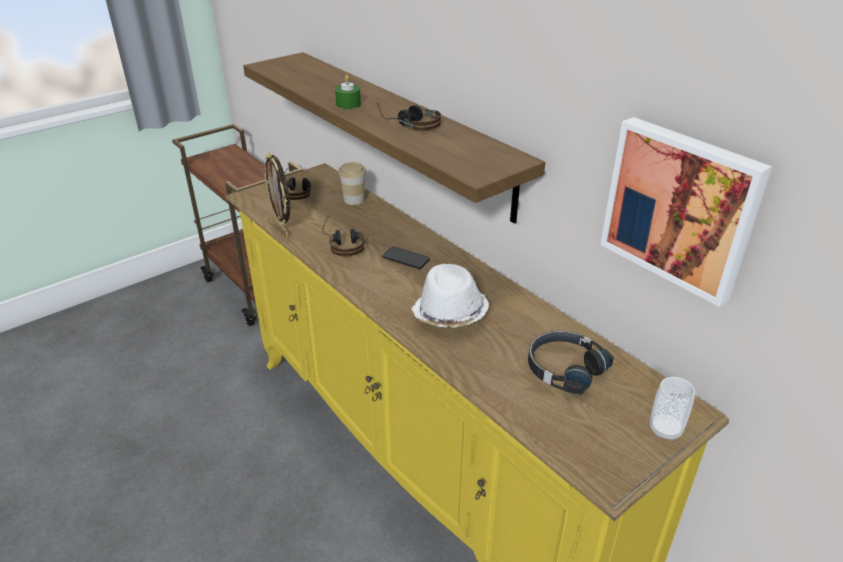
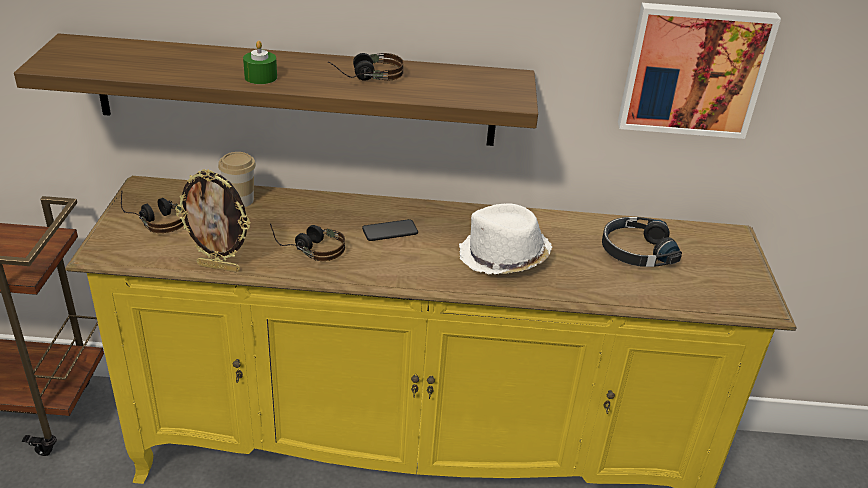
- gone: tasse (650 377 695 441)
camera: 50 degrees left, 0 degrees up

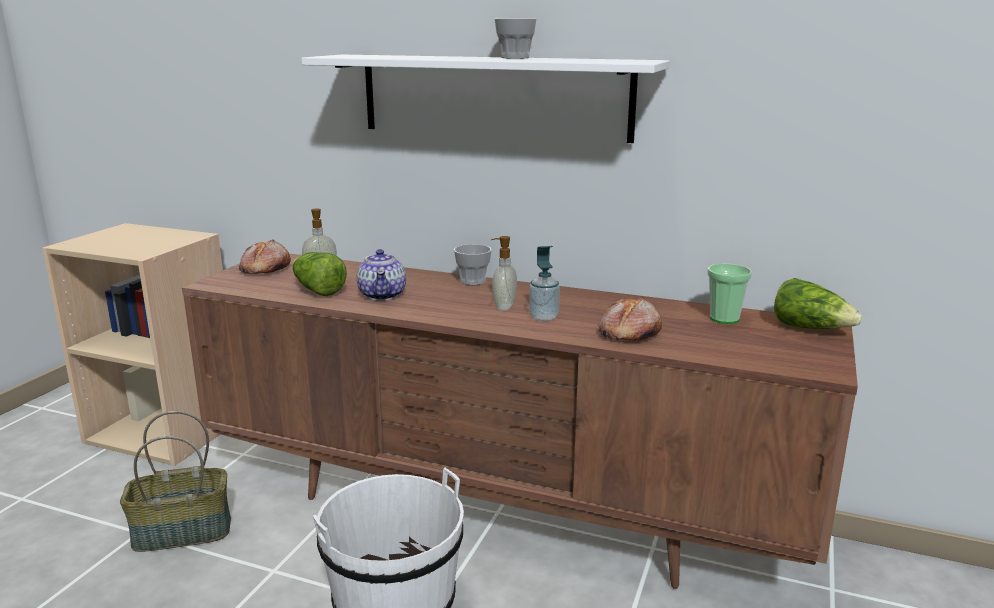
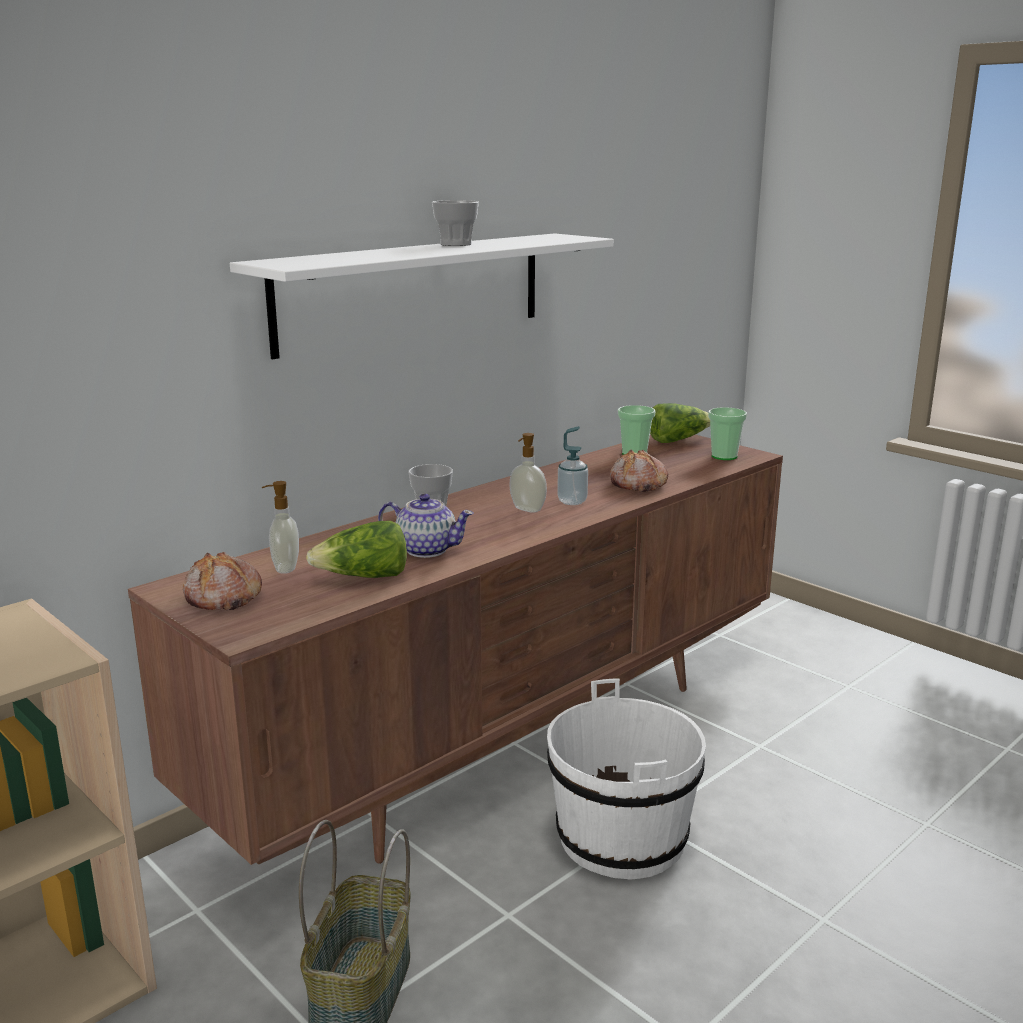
- new: tasse (708 407 747 460)
camera: 65 degrees left, 0 degrees up

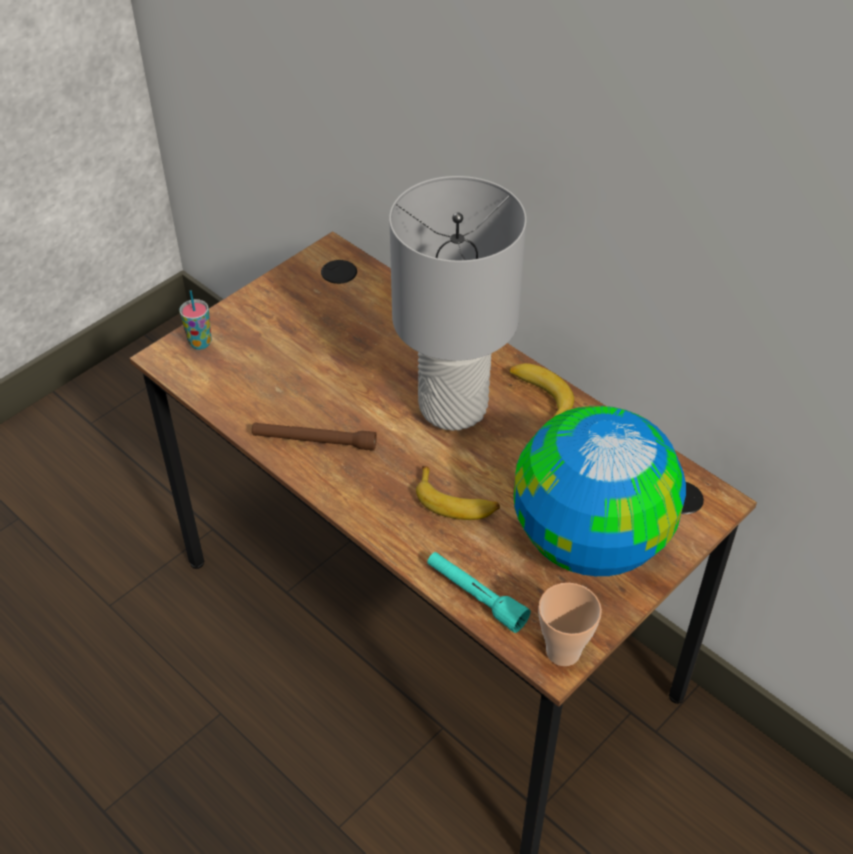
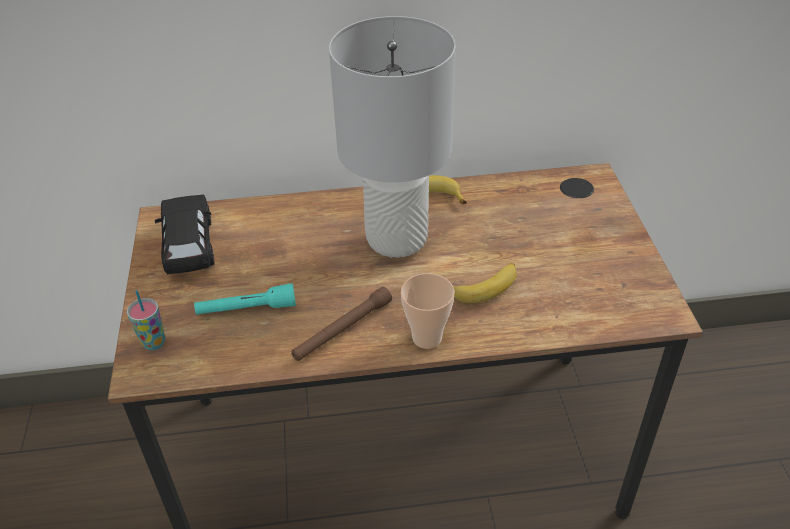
- gone: globe (513 406 686 576)
- shifted: lampe de poche/turquoise (427 552 531 633) to (194 283 296 315)
- shifted: tasse (539 583 602 666) to (401 273 454 349)
- new: petite voiture/noir (155 194 215 274)
camera: 50 degrees left, 5 degrees down

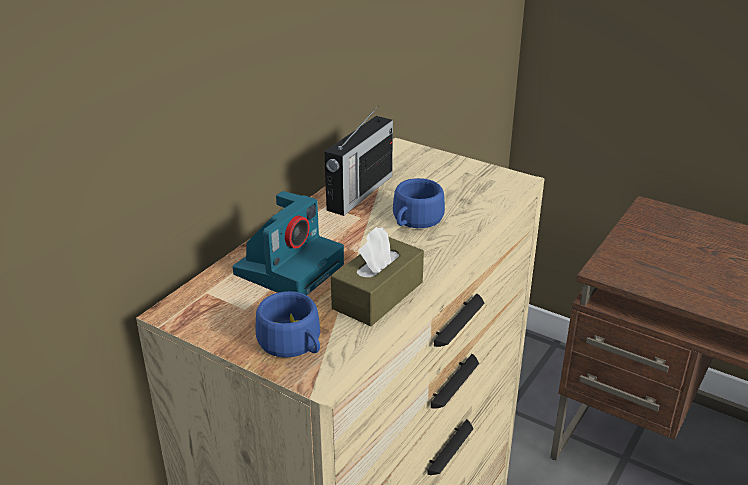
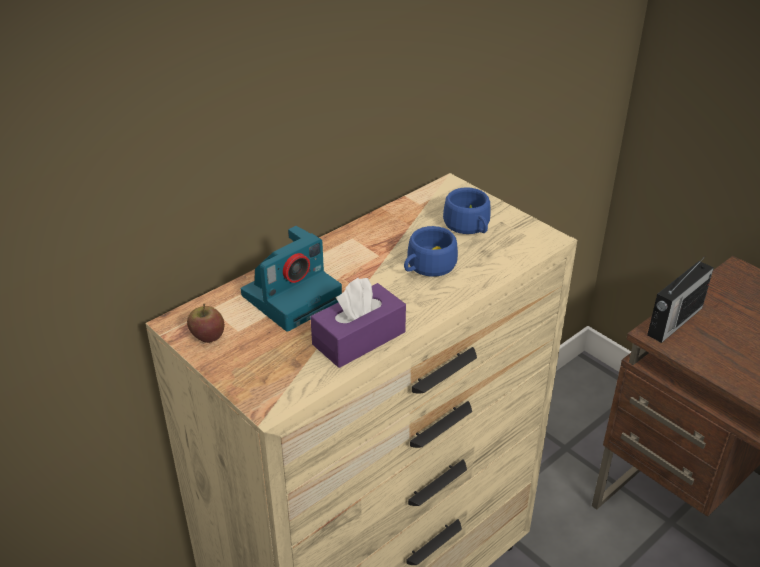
- shifted: radio (324 105 393 216) to (647 256 714 343)
- repainted: boîte à mouchoirs/marron (331 227 424 326) to boîte à mouchoirs/violet (310 278 406 368)
- shifted: tasse/bleu (256 291 320 358) to (443 187 491 234)
- new: pomme (187 304 224 343)
camera: 15 degrees right, 5 degrees up

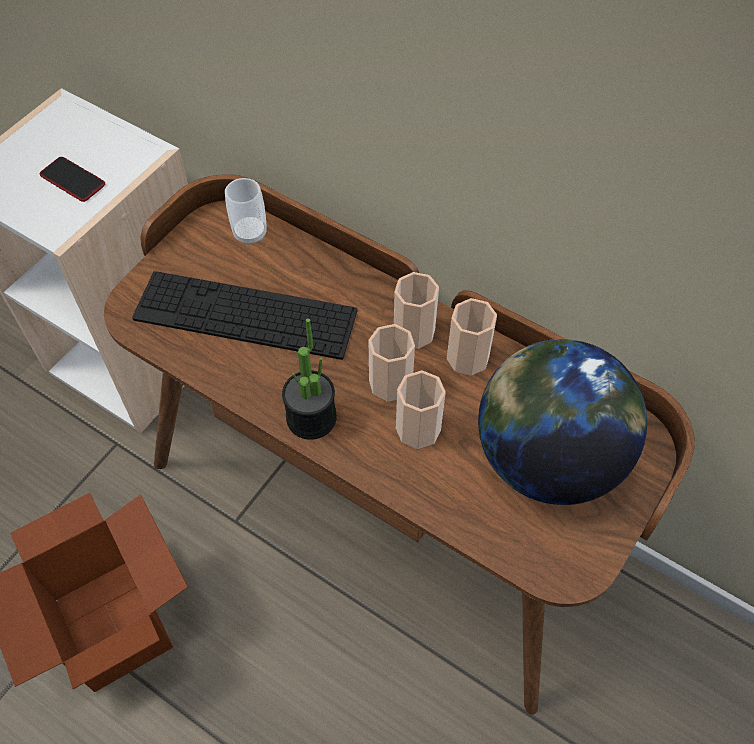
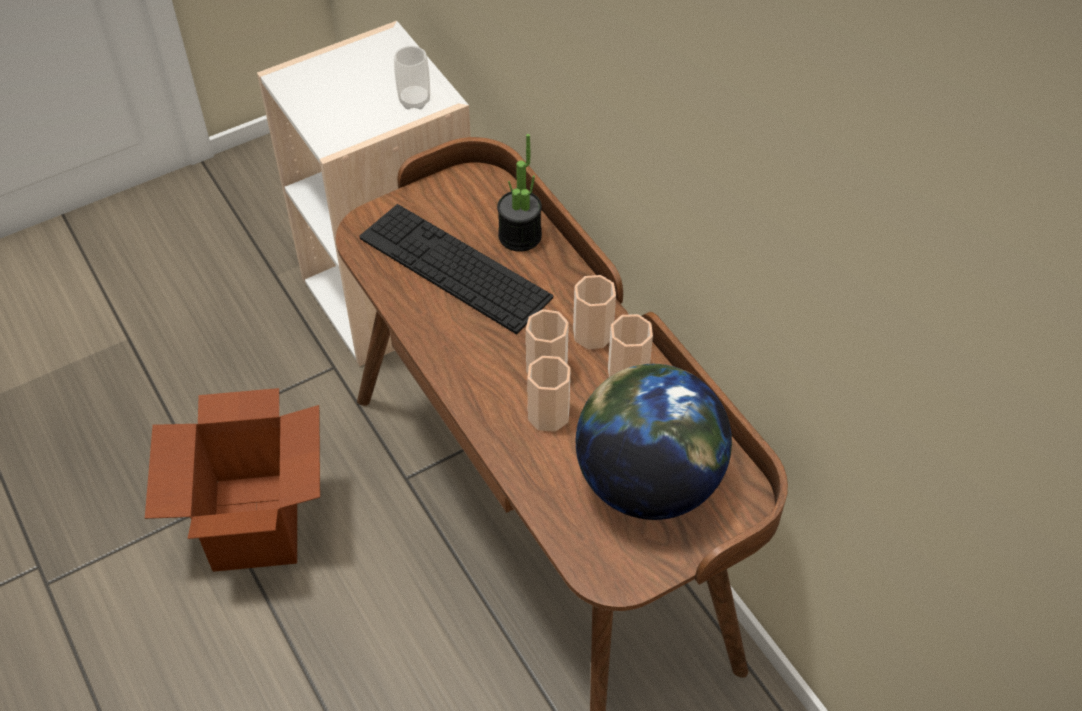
- gone: téléphone (40 157 105 202)
- shifted: tasse (225 178 267 245) to (394 46 430 110)
- shifted: plante en pot (282 318 337 440) to (497 134 542 252)
camera: 25 degrees right, 5 degrees down

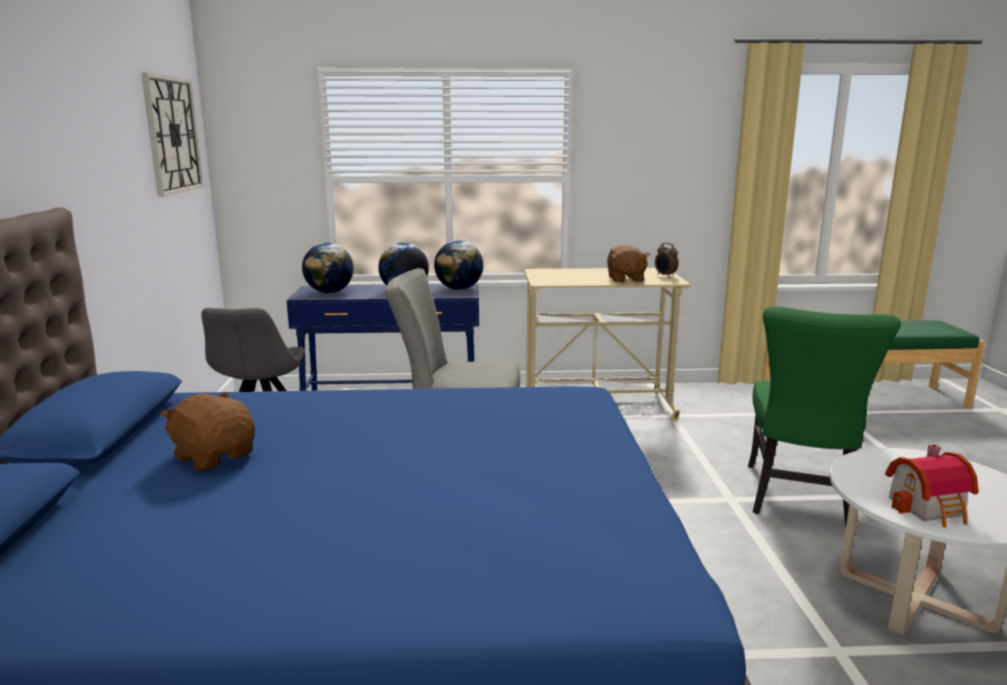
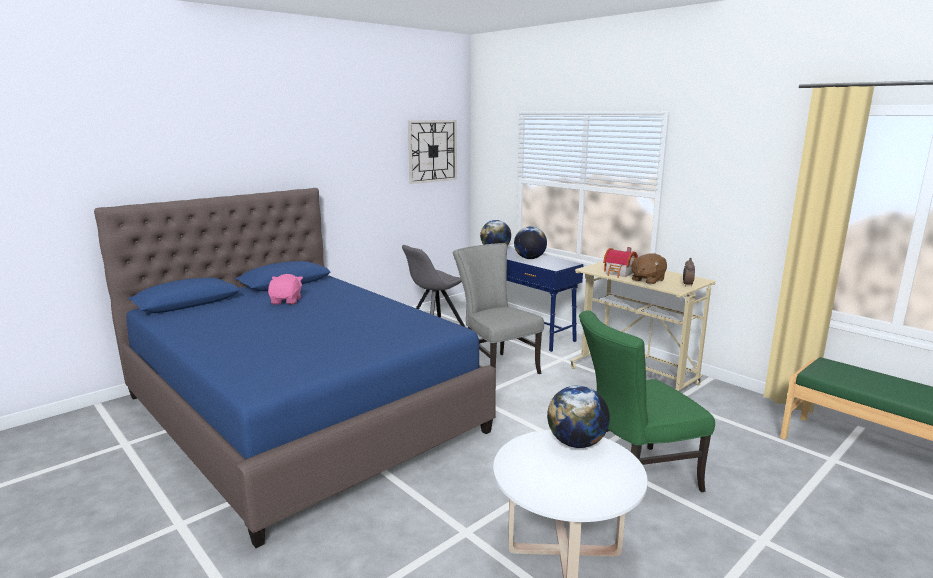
- shifted: globe (434 240 483 290) to (547 385 610 448)
- repainted: peluche/marron (160 392 255 472) to peluche/rose (268 274 303 305)
- shifted: maison miniature (885 444 978 528) to (603 247 638 278)
camera: 50 degrees right, 0 degrees up

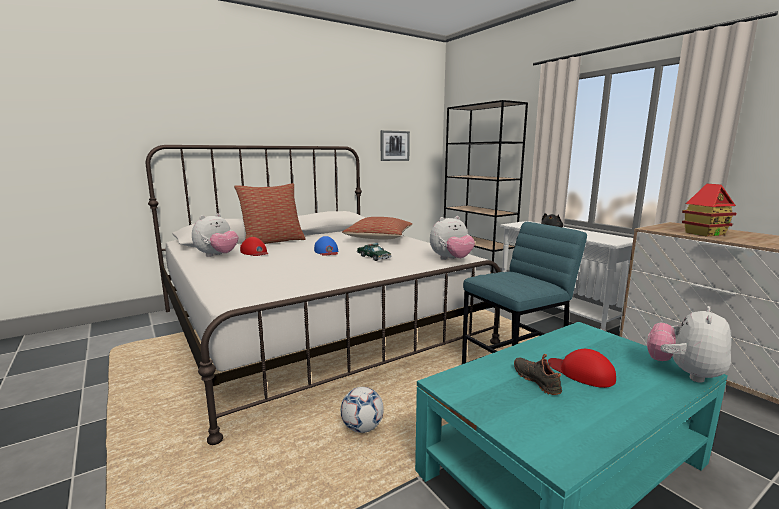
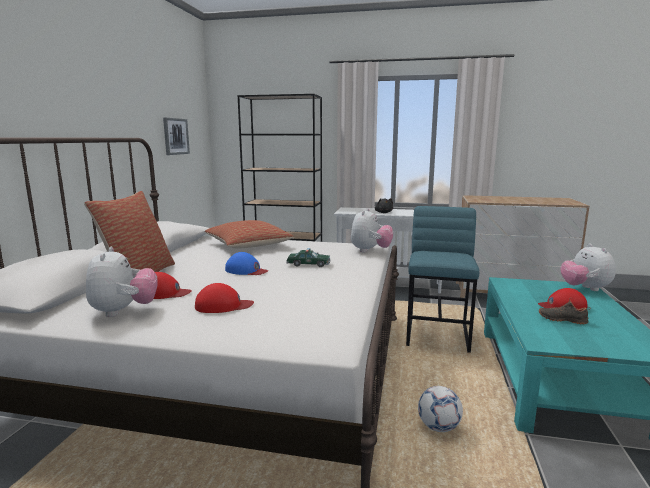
- gone: maison miniature (682 184 736 236)
- new: casquette/rouge (195 283 254 313)
camera: 45 degrees left, 0 degrees up

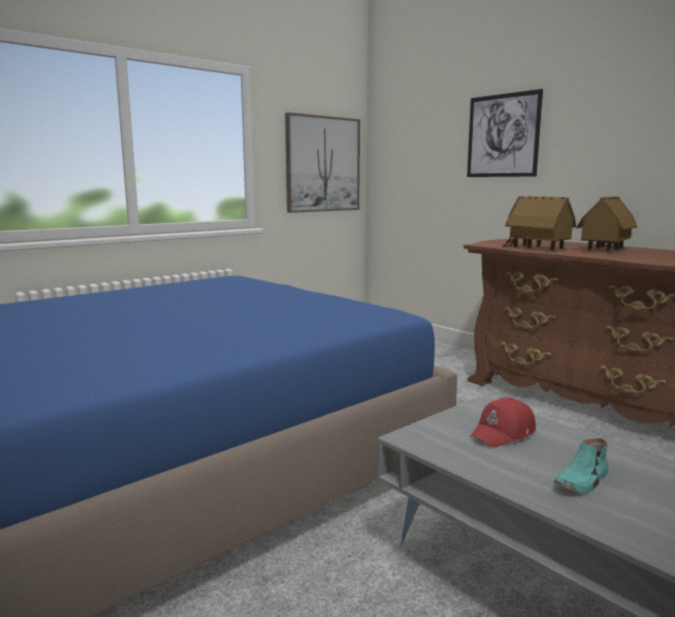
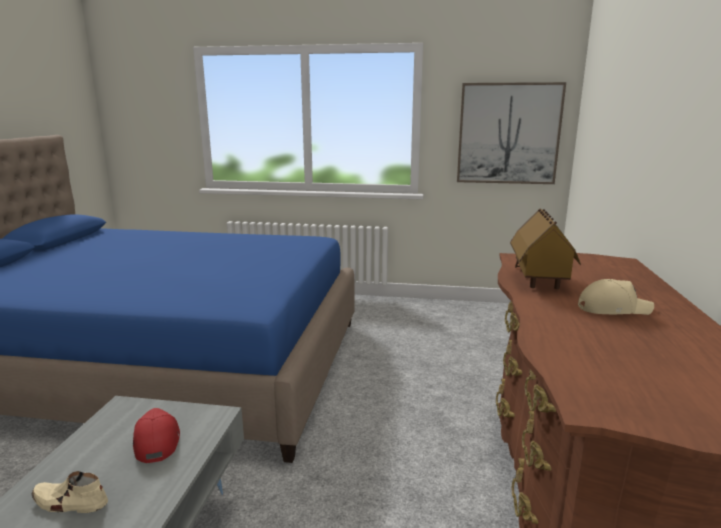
- gone: tableau (467 89 543 177)
- swapped: maison miniature (576 197 637 252) to casquette/beige (578 279 654 315)
- rotated: casquette/rouge (470 398 536 447) = (133 408 180 463) 60 degrees clockwise
- repainted: chaussure/turquoise (553 439 609 493) to chaussure/beige (31 471 108 513)
camera: 50 degrees right, 5 degrees up

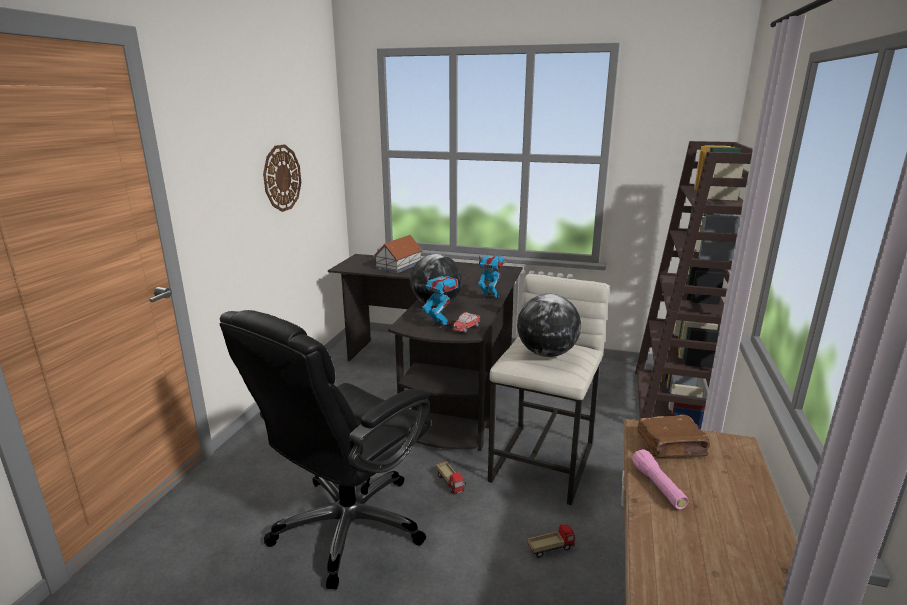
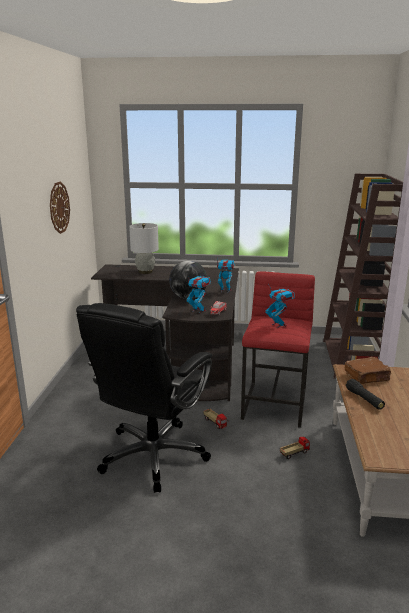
- swapped: maison miniature (374 235 422 273) to lampe de table/blanc (129 223 159 274)
- repainted: tabouret/beige (488 274 609 506) to tabouret/rouge (241 271 315 428)
- swapped: globe (517 294 581 357) to robot jouet (265 288 295 328)
- repainted: lampe de poche/rose (632 449 688 509) to lampe de poche/noir (346 379 385 410)
camera: 10 degrees left, 0 degrees up

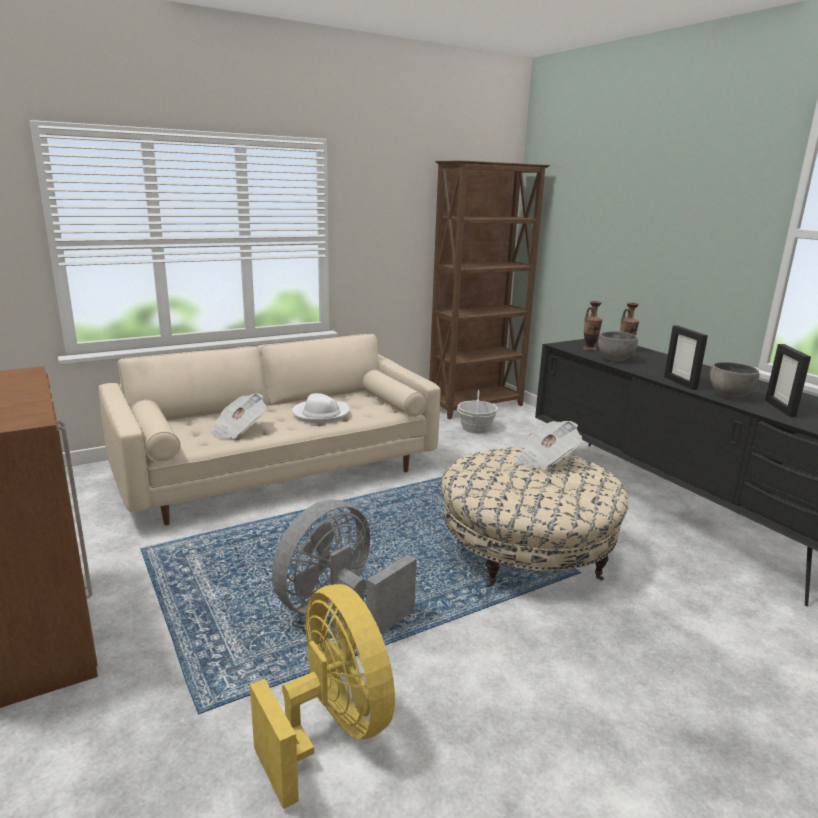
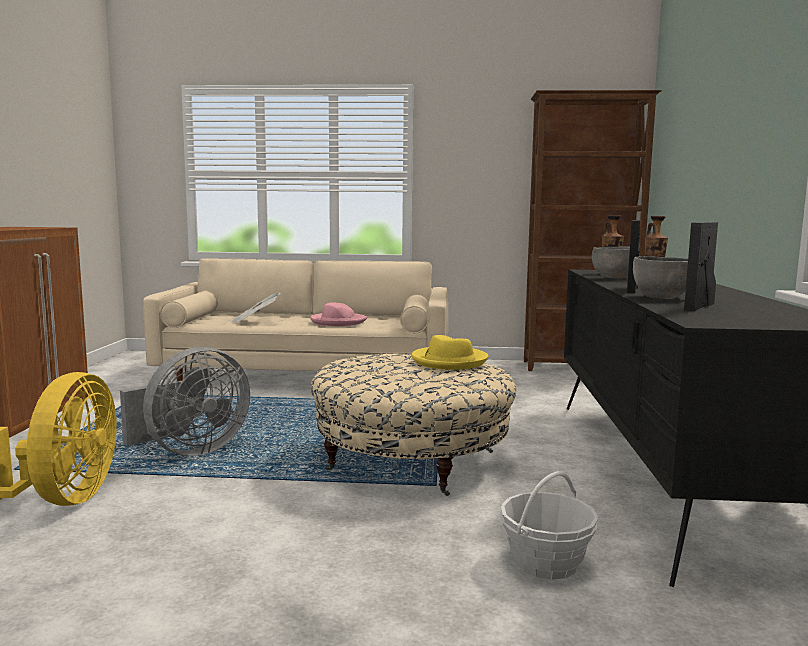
- shifted: panier (457 390 498 434) to (499 471 598 580)
- repainted: chapeau/blanc (292 393 350 423) to chapeau/rose (310 302 367 326)
- swapped: journal (514 421 582 469) to chapeau/jaune (411 335 488 370)
- rotated: ventilateur/gris (272 499 417 635) = (120 347 250 456) 150 degrees clockwise
camera: 35 degrees right, 10 degrees down

